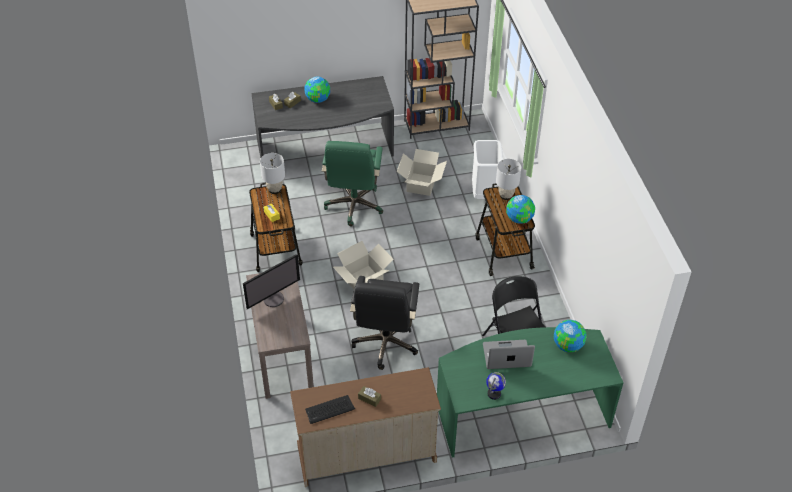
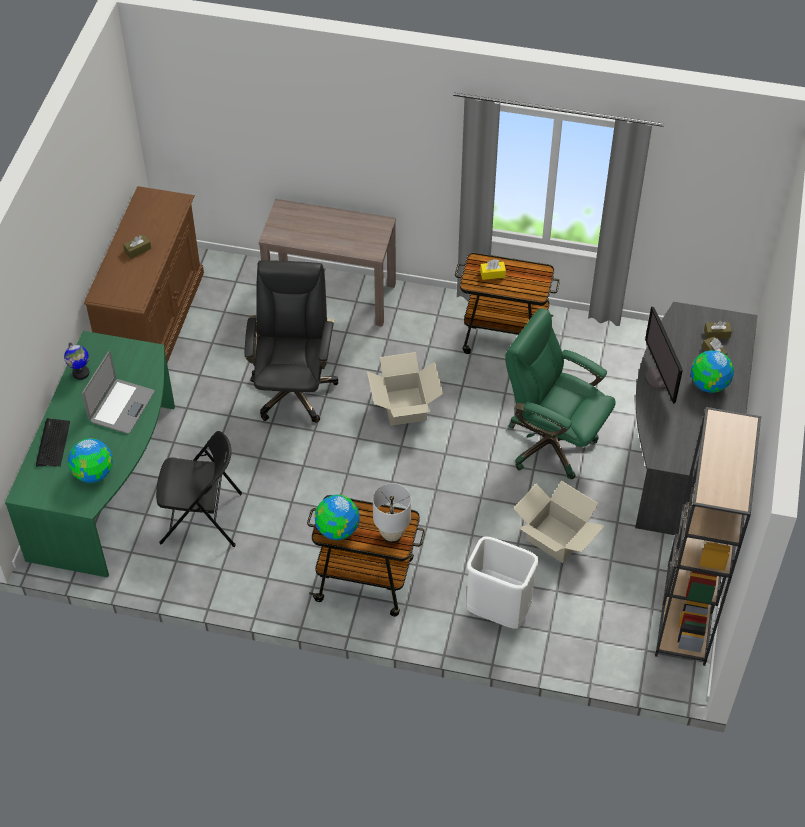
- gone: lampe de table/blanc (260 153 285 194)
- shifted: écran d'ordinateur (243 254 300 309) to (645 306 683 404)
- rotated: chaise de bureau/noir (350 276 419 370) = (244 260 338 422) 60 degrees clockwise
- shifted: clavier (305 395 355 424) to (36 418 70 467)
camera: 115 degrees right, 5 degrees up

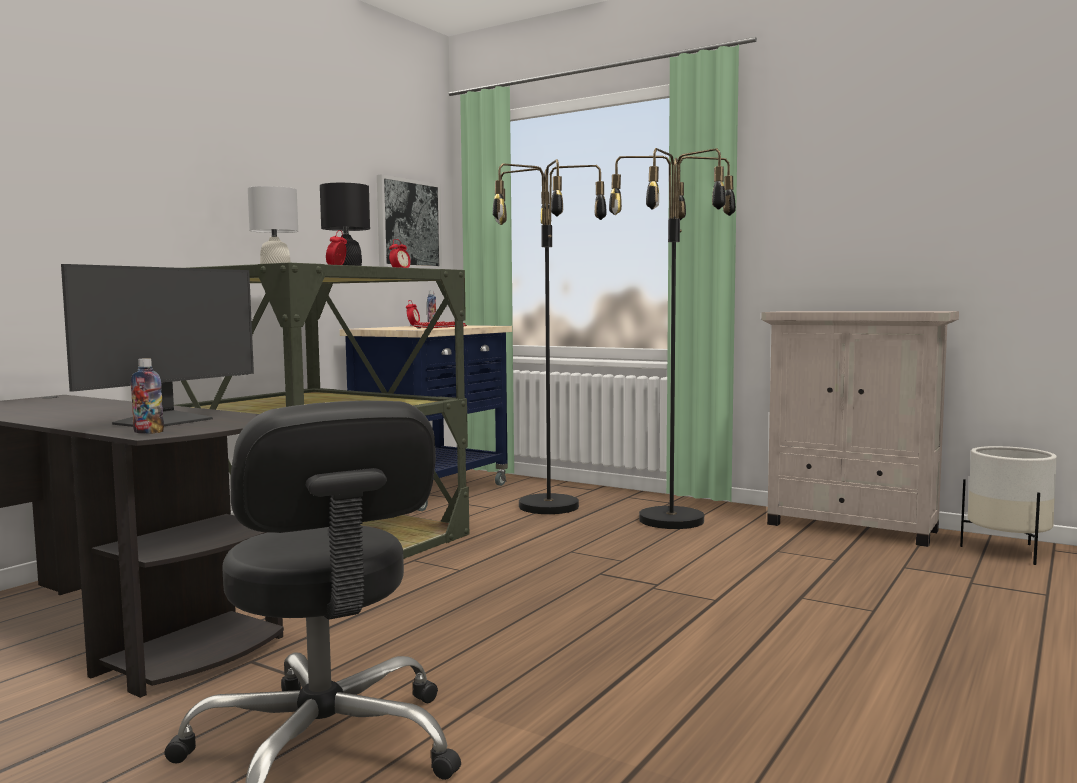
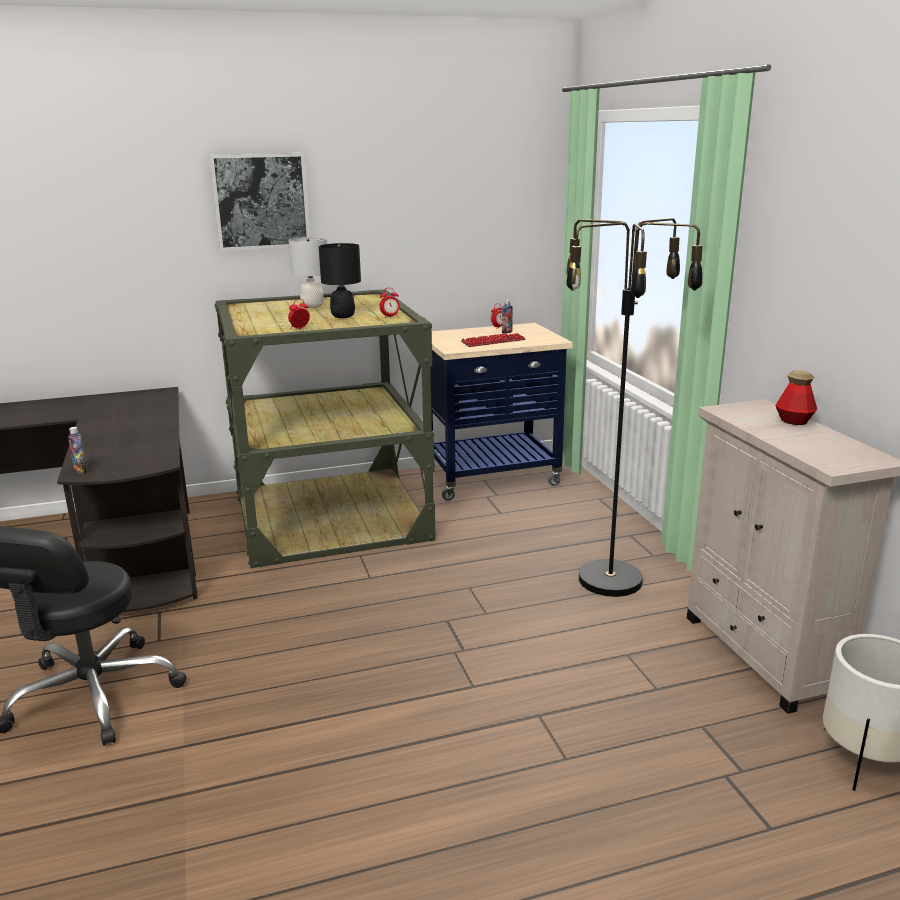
- gone: lampadaire (493 159 607 514)
- shifted: tableau (377 174 442 269) to (209 153 310 251)
- gone: écran d'ordinateur (61 264 254 427)
- new: bouteille (775 370 817 425)
camera: 40 degrees right, 15 degrees up

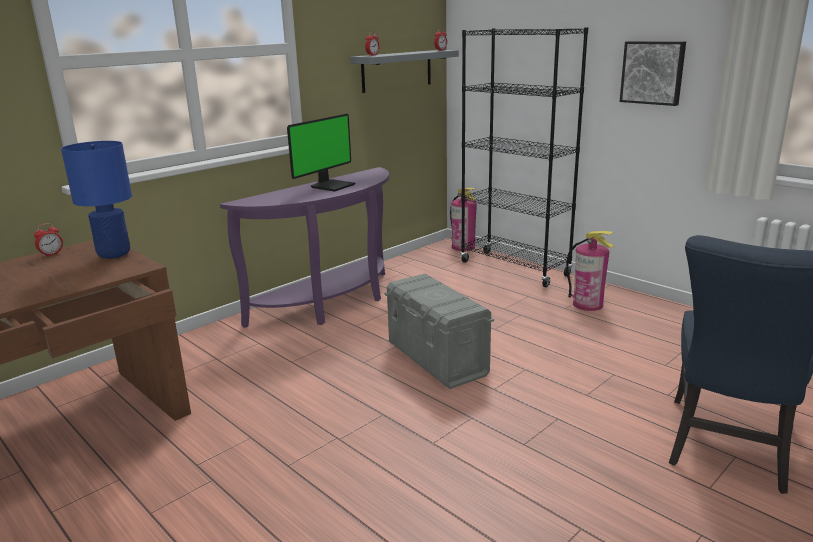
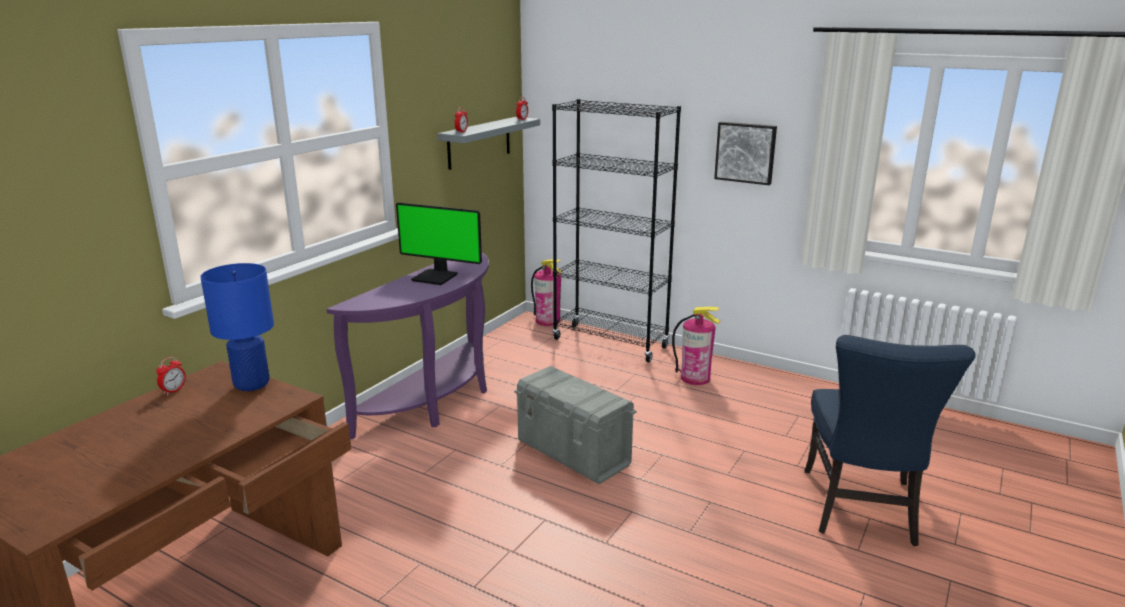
- rotated: écran d'ordinateur (287 114 355 192) = (396 202 482 285) 90 degrees clockwise
camera: 15 degrees left, 0 degrees up

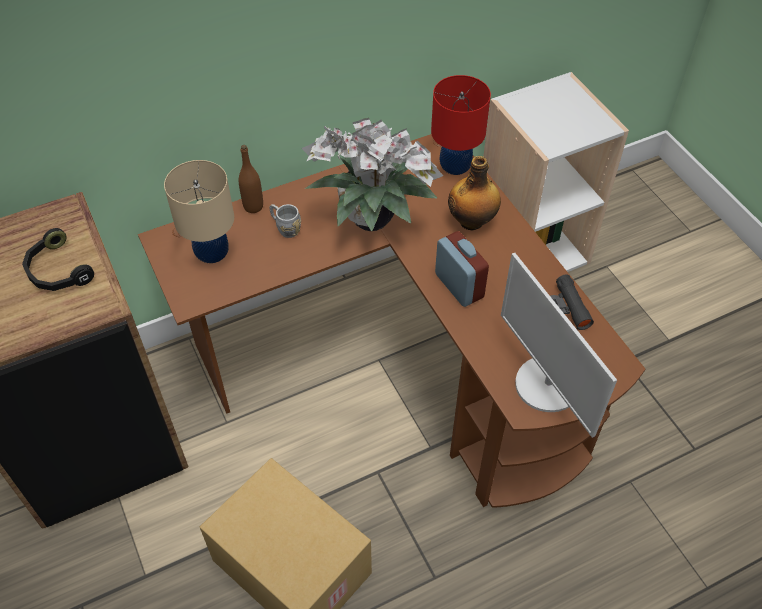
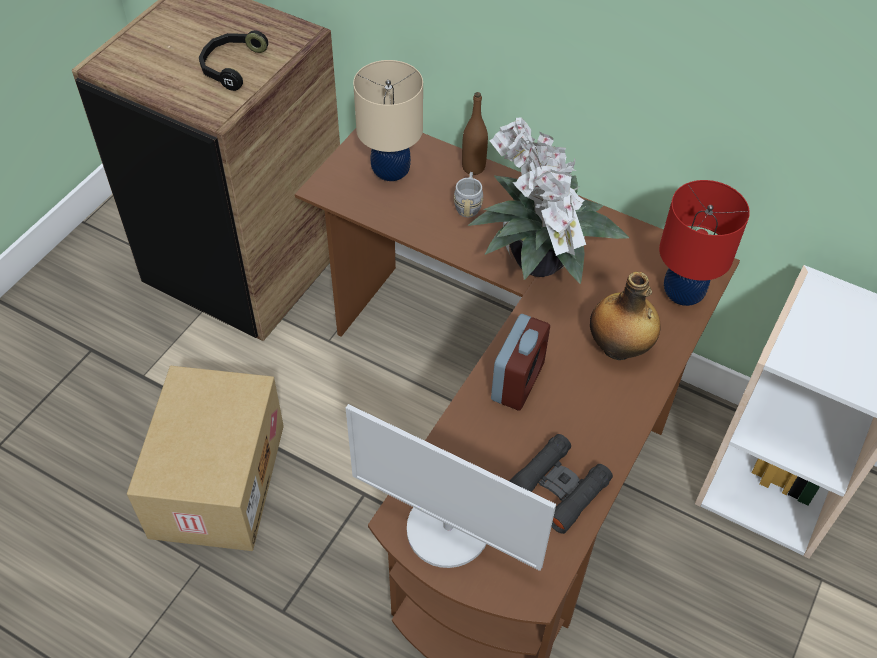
- rotated: écran d'ordinateur (501 253 617 438) = (346 404 556 571) 90 degrees counterclockwise
camera: 55 degrees right, 0 degrees up

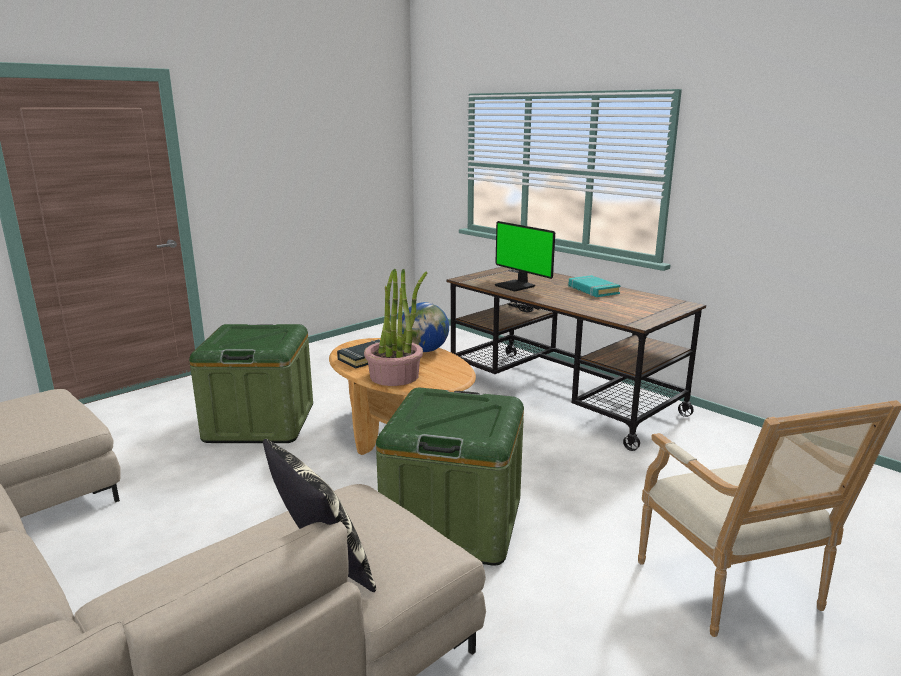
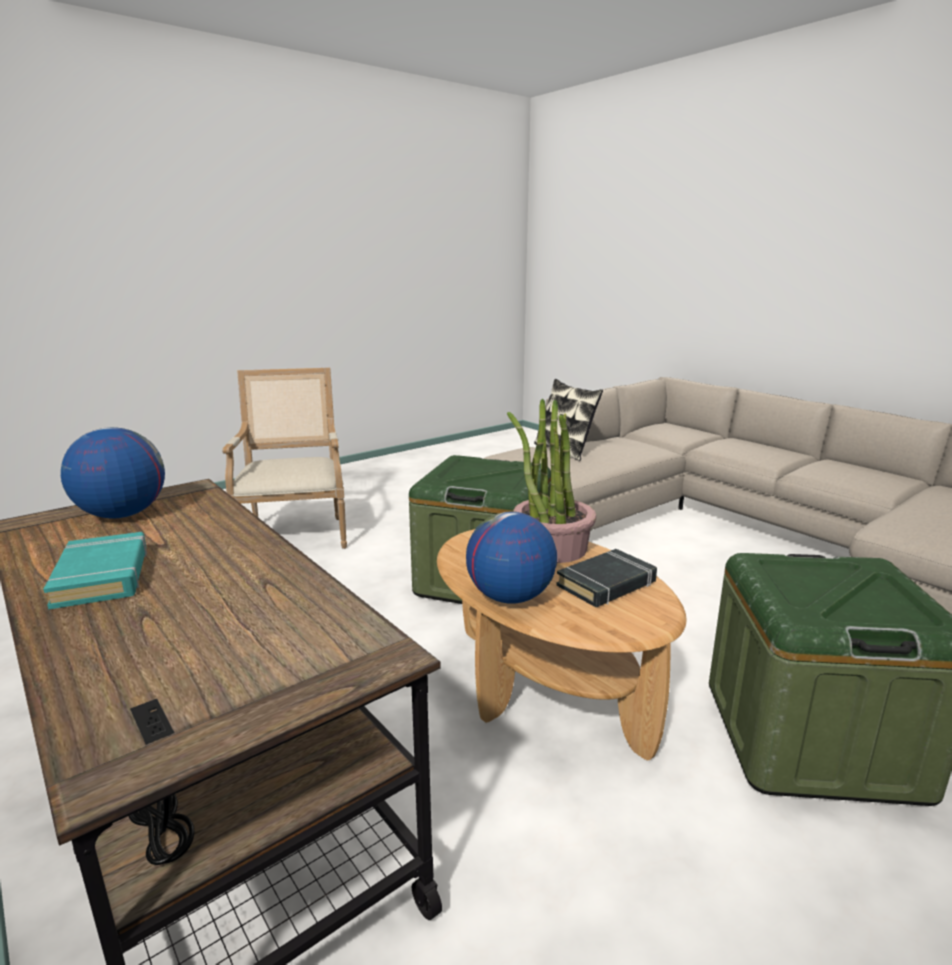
- gone: écran d'ordinateur (494 221 555 291)
- new: globe (61 427 165 518)
camera: 175 degrees left, 0 degrees up

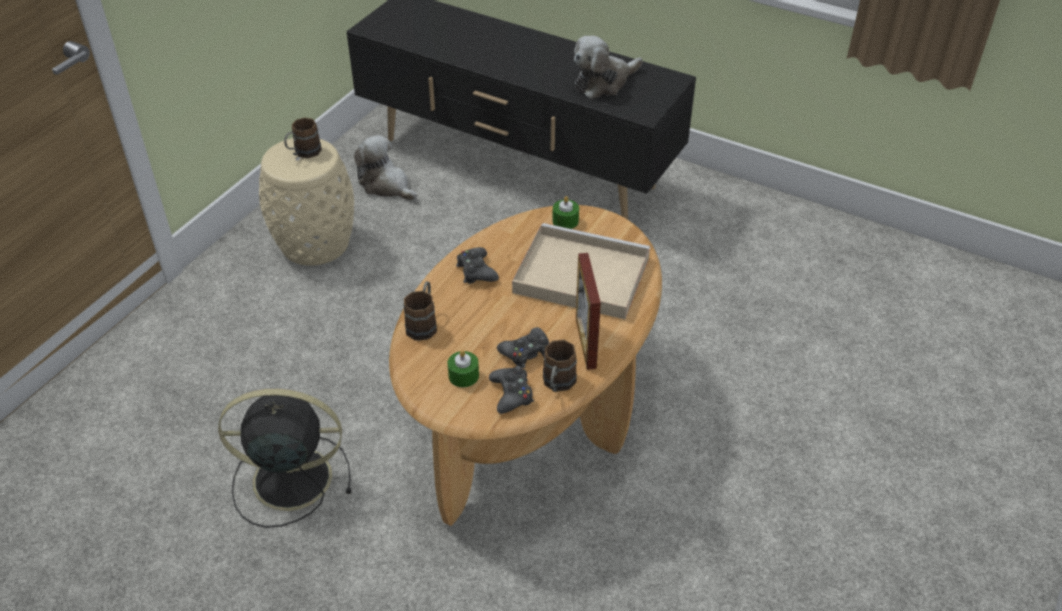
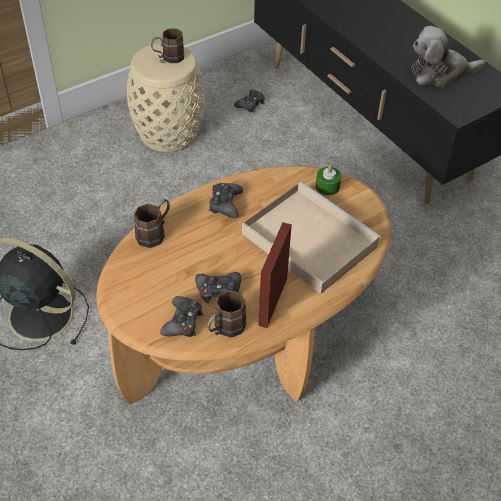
- swapped: peluche (354 135 417 201) to manette/noir (234 89 265 112)
- gone: bougie/vert (447 350 479 388)
camera: 25 degrees right, 5 degrees up

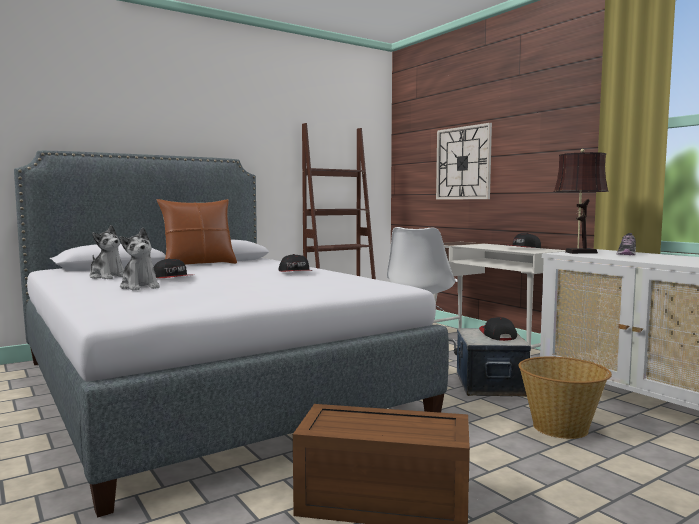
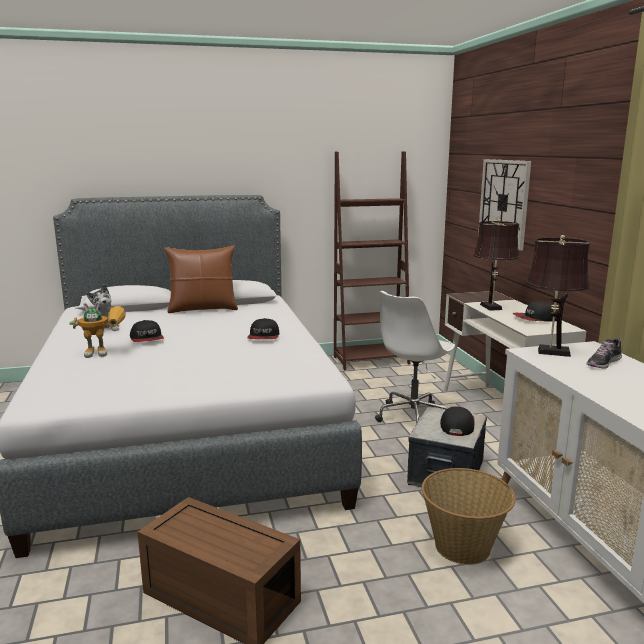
- swapped: peluche (119 228 160 290) to robot jouet (69 302 126 358)
- new: lampe de table/marron (474 219 520 311)
camera: 20 degrees right, 10 degrees up

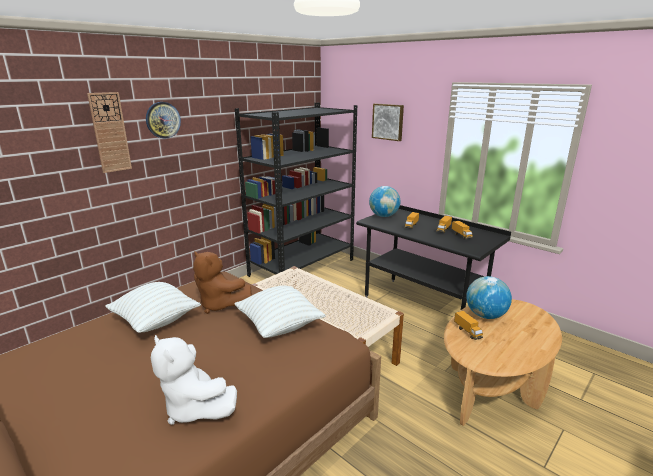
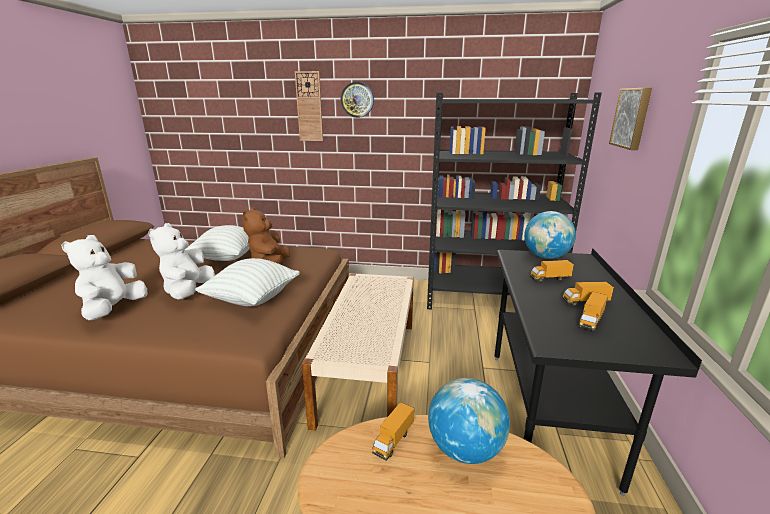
- new: peluche/blanc (148 223 215 299)
camera: 55 degrees right, 0 degrees up

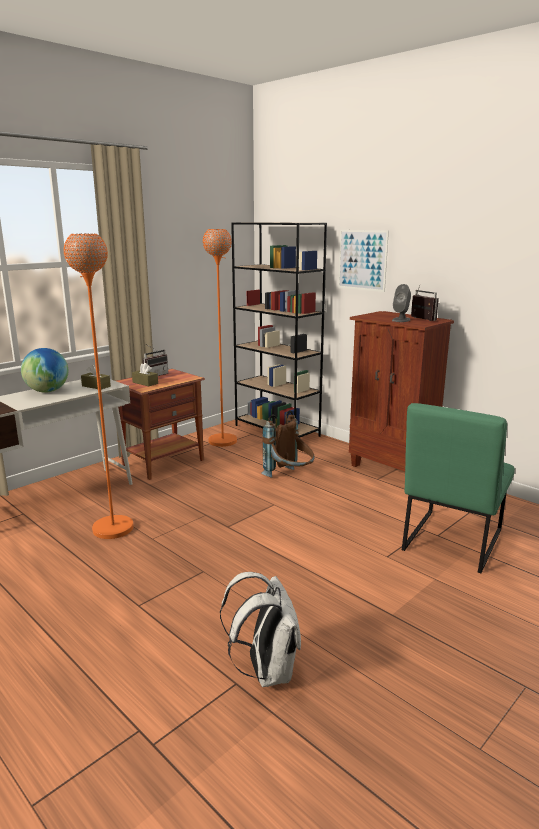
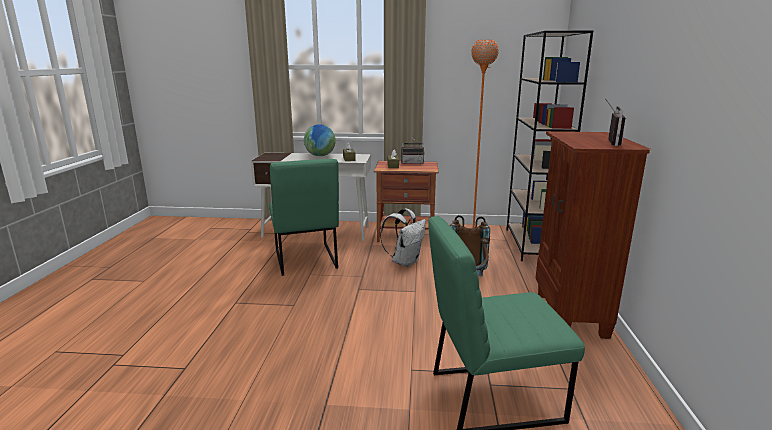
- gone: tableau (338 230 389 292)
- swapped: lampadaire/orange (64 233 134 539) to chaise/vert (269 159 339 276)
- gone: enceinte/gris (392 284 411 322)
- shifted: sac à dos/blanc (220 572 301 687) to (380 208 426 267)
camera: 50 degrees right, 0 degrees up

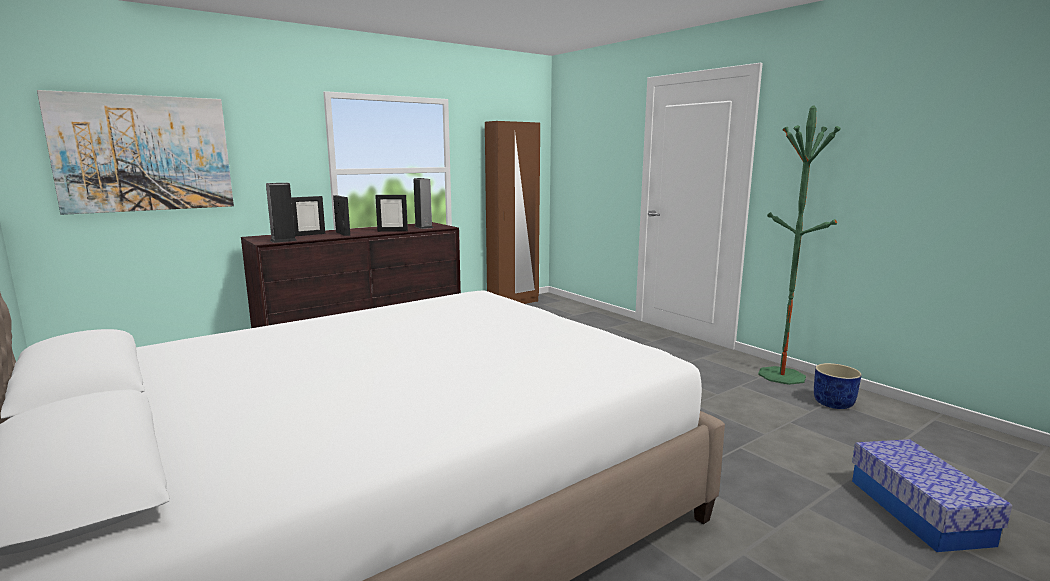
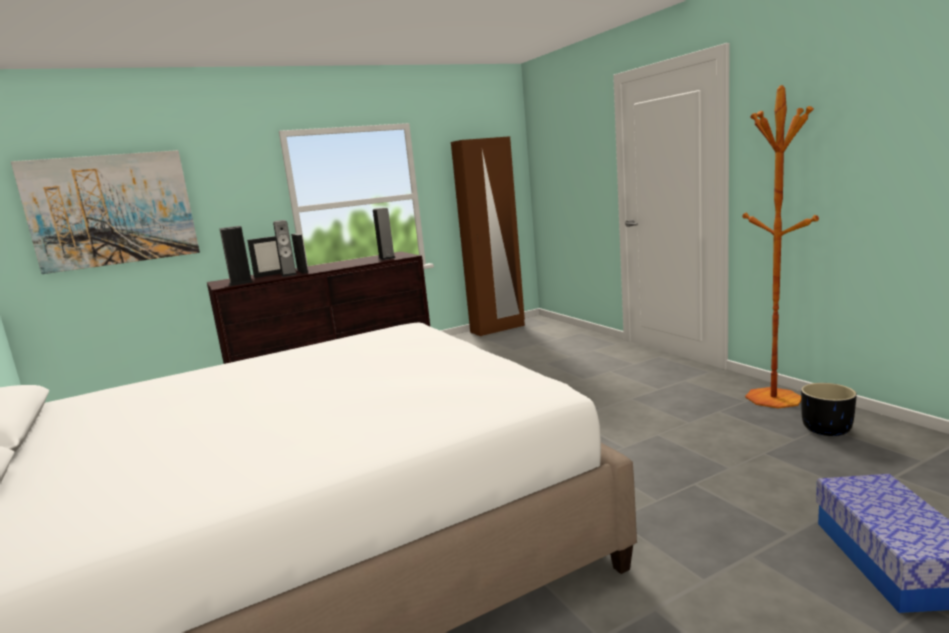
- repainted: portant/vert (758 106 841 385) to portant/orange (742 85 819 408)
- gone: cadre photo (375 195 408 232)
- repainted: cache-pot/bleu (814 363 862 409) to cache-pot/noir (801 383 857 436)
- new: enceinte (273 220 297 277)
camera: 10 degrees right, 0 degrees up

